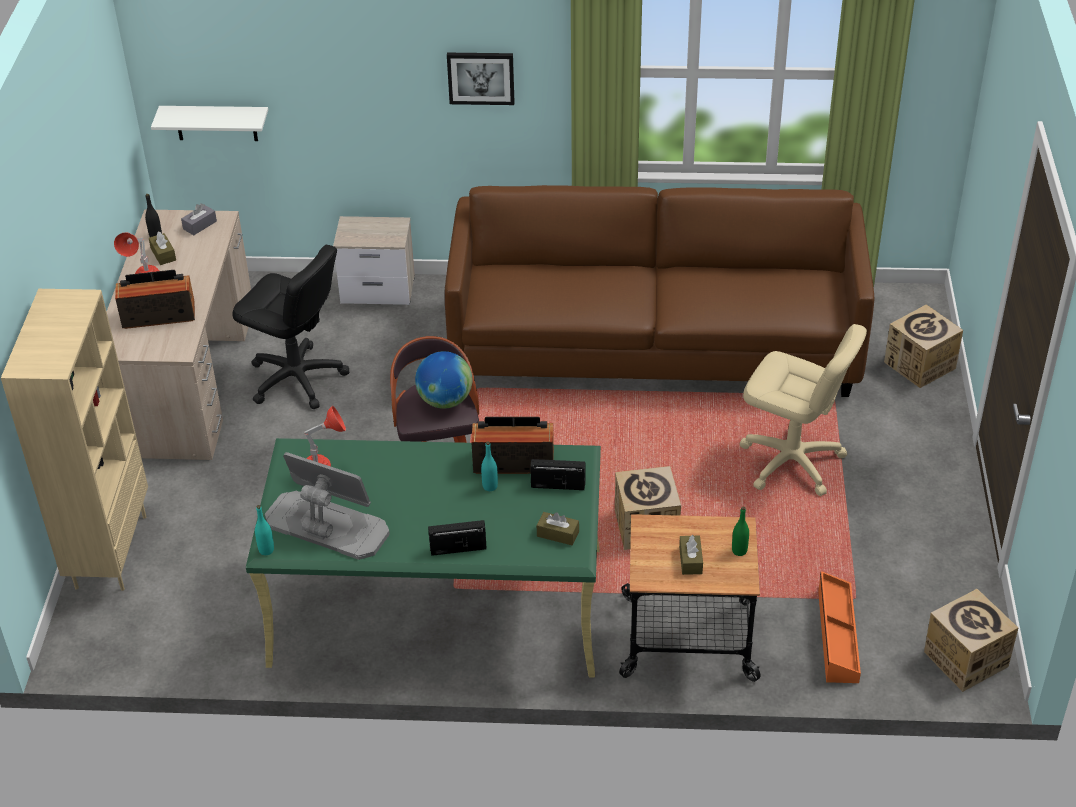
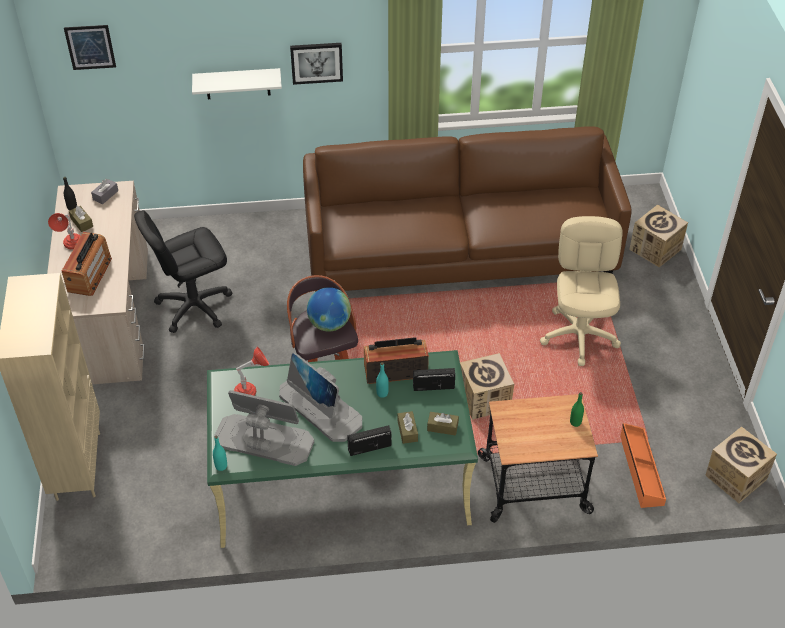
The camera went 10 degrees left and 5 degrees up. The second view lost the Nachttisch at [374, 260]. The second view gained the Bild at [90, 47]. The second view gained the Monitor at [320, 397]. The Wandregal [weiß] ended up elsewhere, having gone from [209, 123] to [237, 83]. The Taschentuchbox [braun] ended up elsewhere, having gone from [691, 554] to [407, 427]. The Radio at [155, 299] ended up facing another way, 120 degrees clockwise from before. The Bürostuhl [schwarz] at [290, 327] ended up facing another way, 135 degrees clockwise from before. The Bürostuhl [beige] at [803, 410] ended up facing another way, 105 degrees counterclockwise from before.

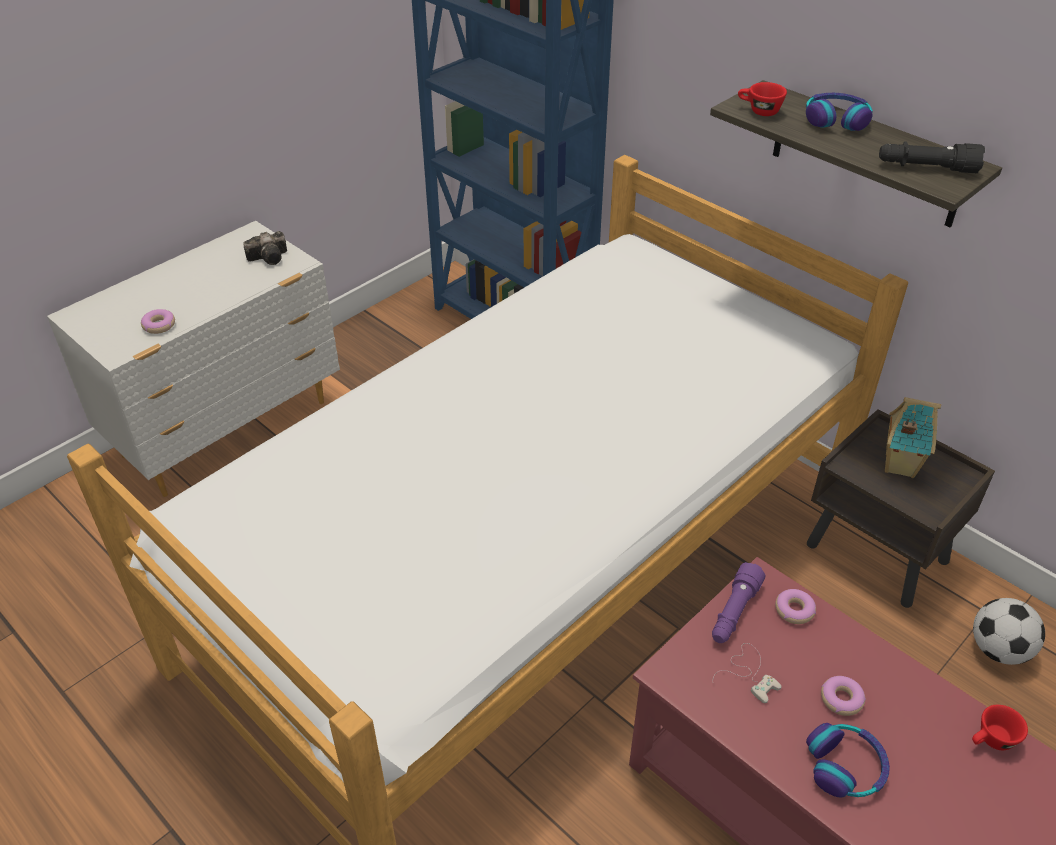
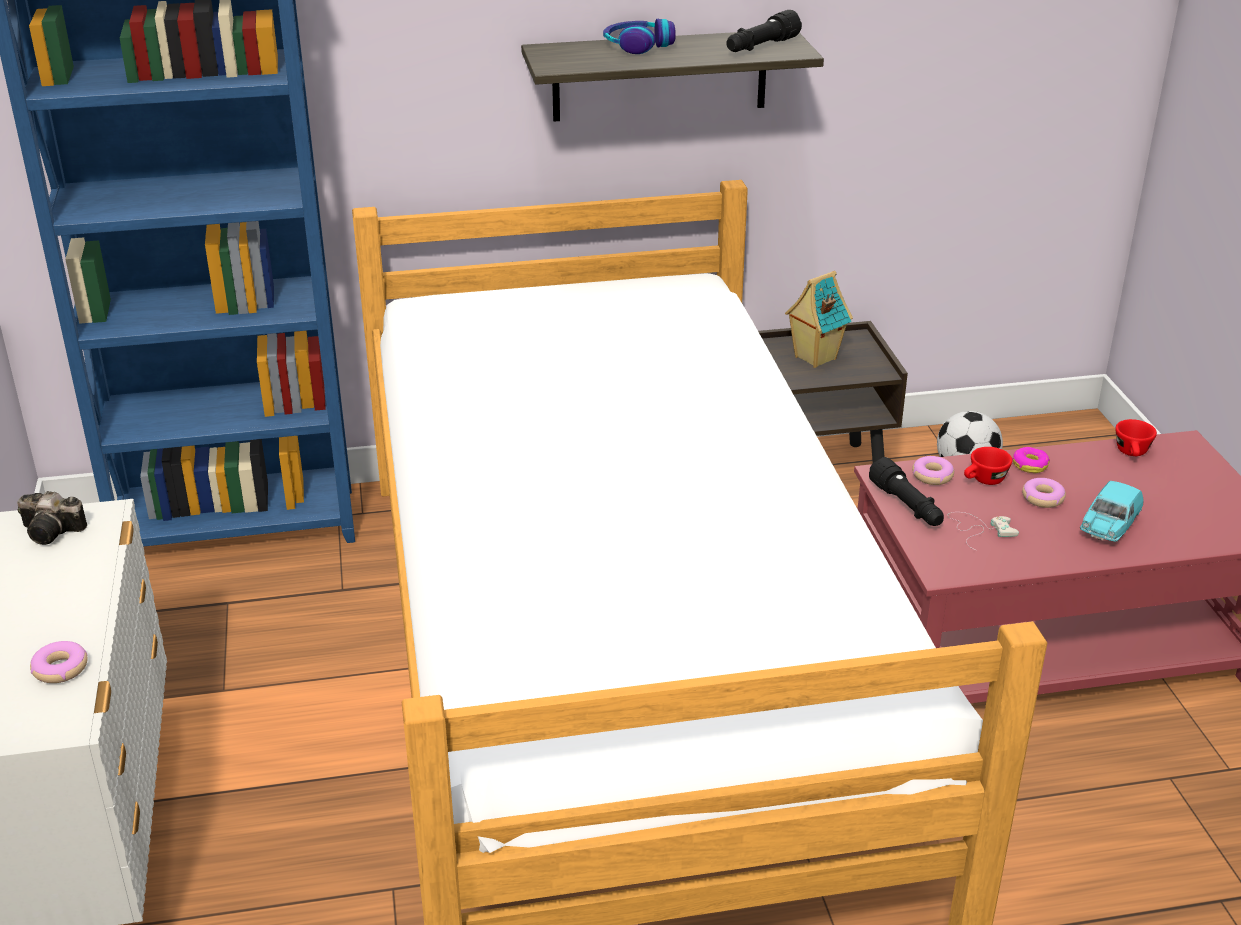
The camera went 55 degrees left and 10 degrees down. The second view gained the Donut at [1031, 460]. The Tasse [rot] ended up elsewhere, having gone from [762, 99] to [988, 466]. Where the Kopfhörer stood at [848, 760], the Spielzeugauto [türkis] came to stand at [1112, 511]. What was the Taschenlampe [lila] at [738, 602] turned into the Taschenlampe [schwarz] at [906, 491]. The Kamera at [265, 248] ended up facing another way, 90 degrees clockwise from before.

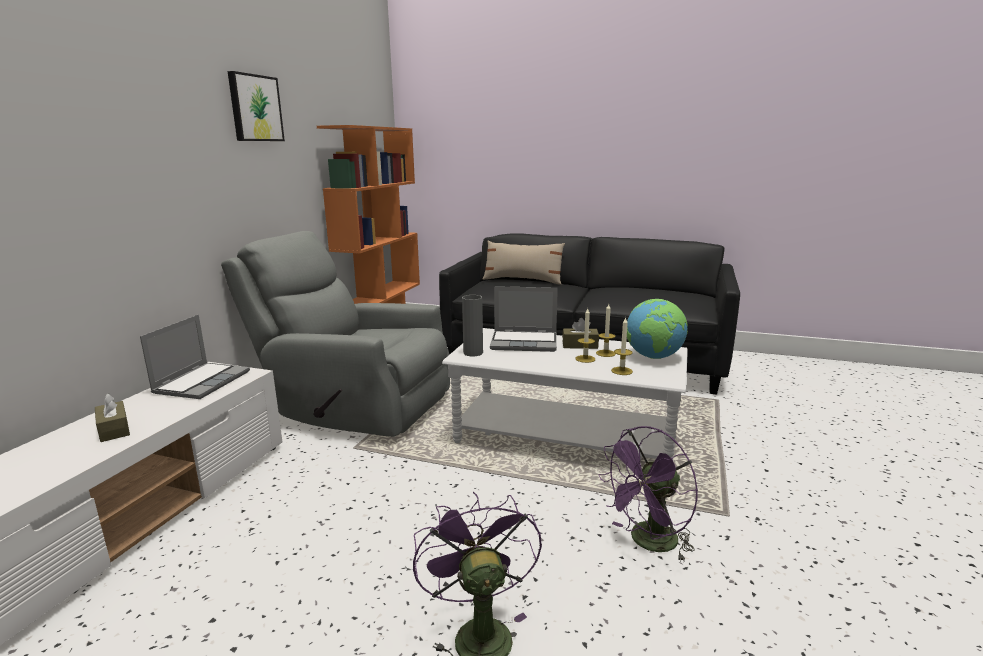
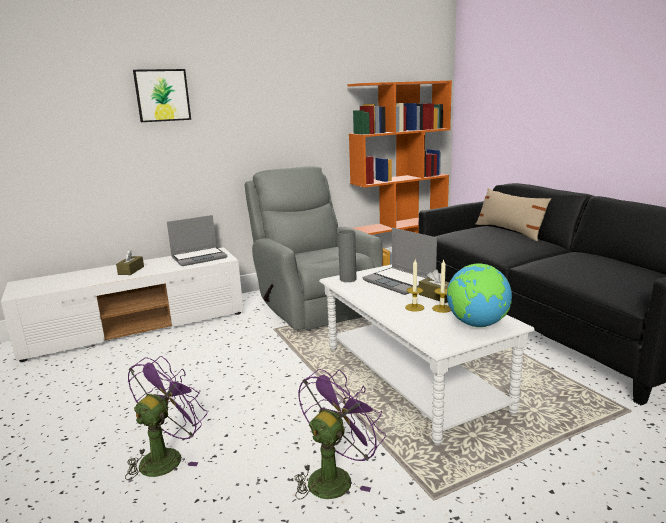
The camera went 45 degrees right and 0 degrees up. The second view lost the Kerze at [622, 346]. The Bild ended up elsewhere, having gone from [256, 106] to [162, 95]. The Ventilator [lila] at [648, 494] ended up facing another way, 120 degrees clockwise from before.

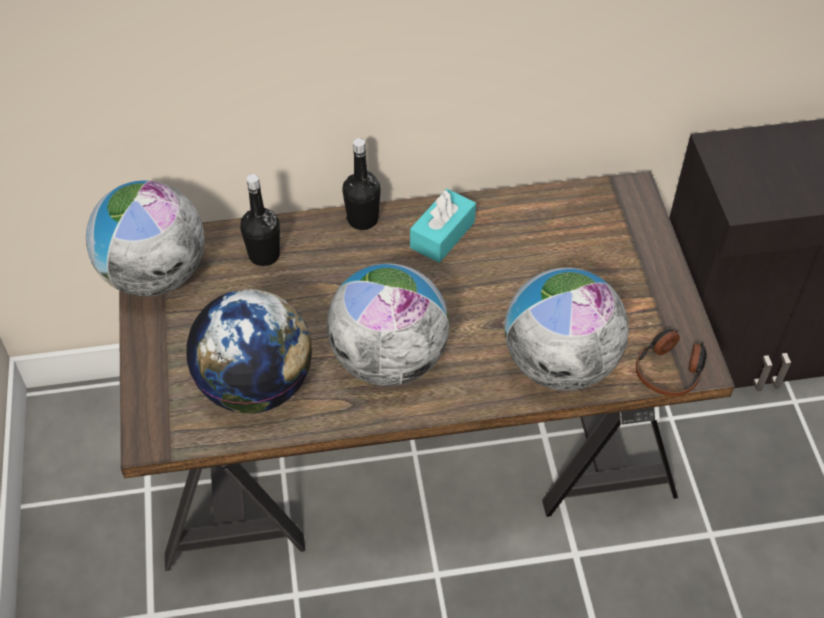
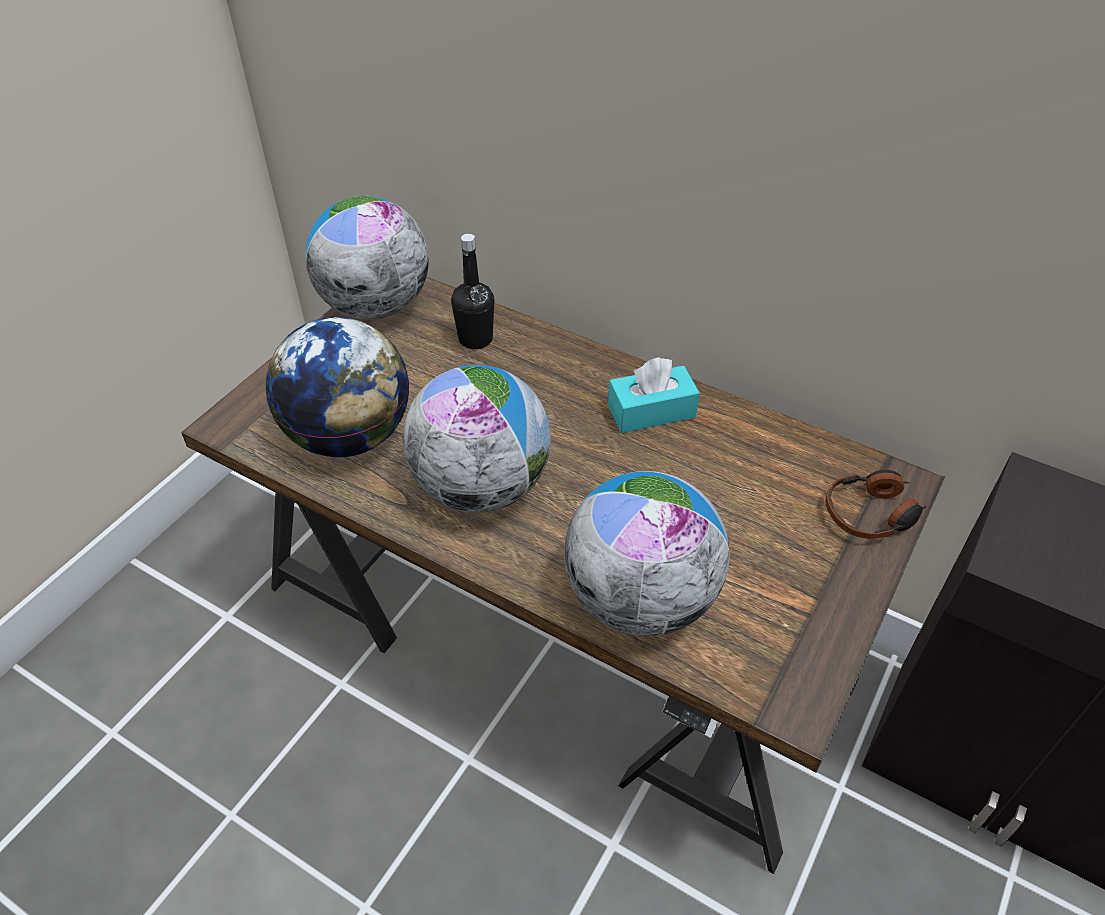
The camera went 40 degrees right and 5 degrees down. The second view lost the Flasche [schwarz] at [361, 184]. The Kopfhörer ended up elsewhere, having gone from [671, 363] to [876, 504].

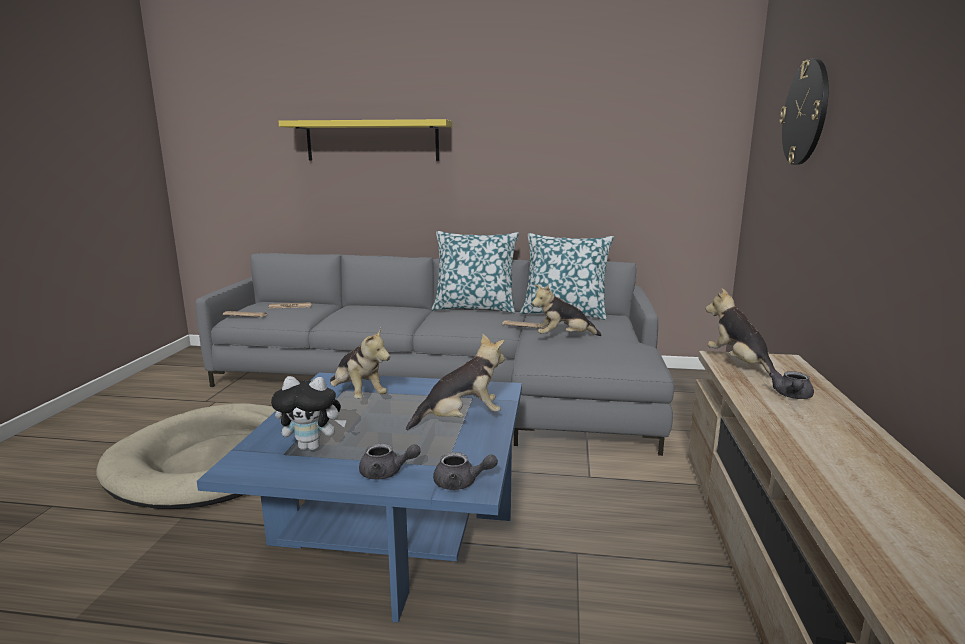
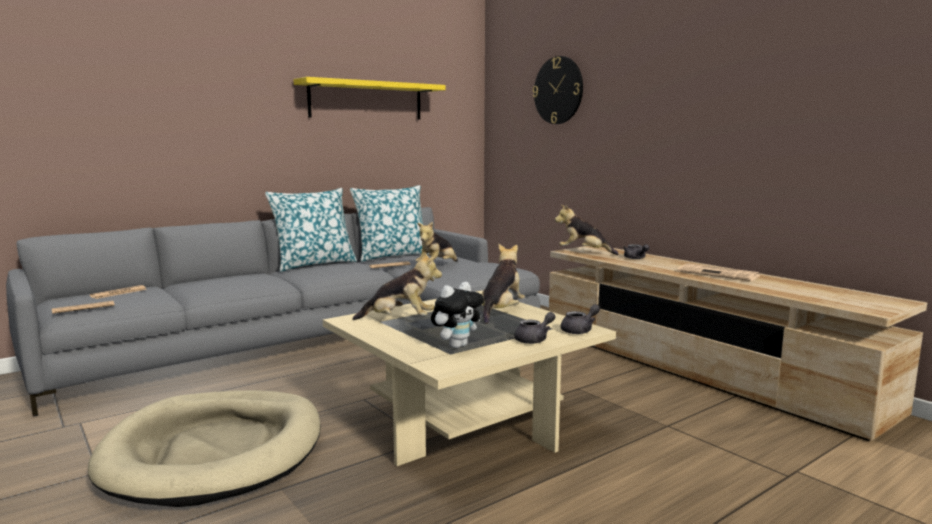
The camera went 45 degrees left and 5 degrees down. The second view gained the Zeitung at [719, 272]. The Wandregal [gelb] ended up elsewhere, having gone from [366, 140] to [369, 98]. What was the Couchtisch [blau] at [359, 497] turned into the Couchtisch [beige] at [469, 378].

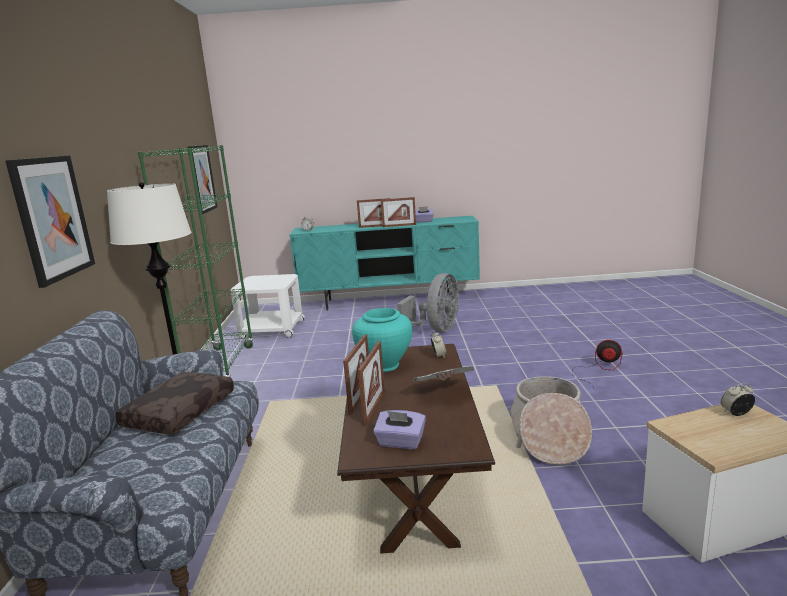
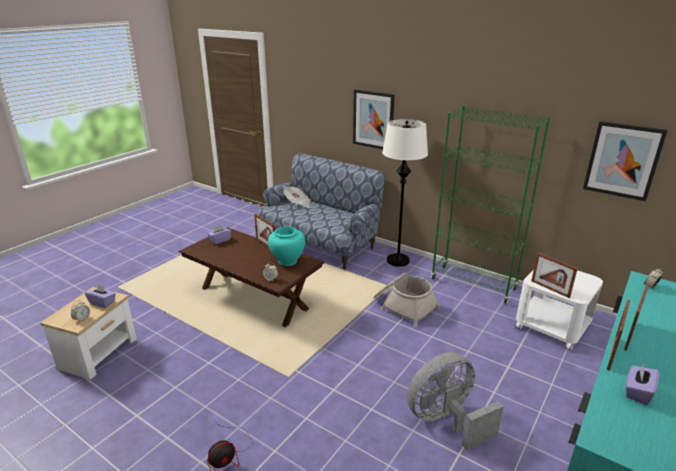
The camera went 125 degrees right and 10 degrees up. The second view lost the Kissen [braun] at [174, 403]. The second view gained the Taschentuchbox [lila] at [100, 296]. The Bilderrahmen ended up elsewhere, having gone from [371, 383] to [554, 275]. The Zeitung ended up elsewhere, having gone from [443, 374] to [297, 197]. The Korb ended up elsewhere, having gone from [550, 420] to [406, 300]. The Ventilator [grau] at [428, 302] ended up facing another way, 90 degrees clockwise from before.

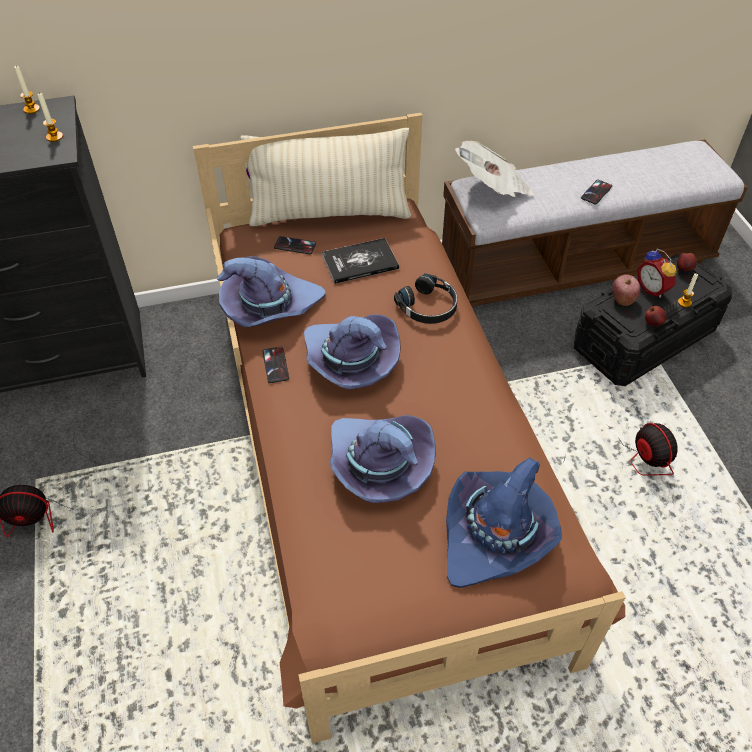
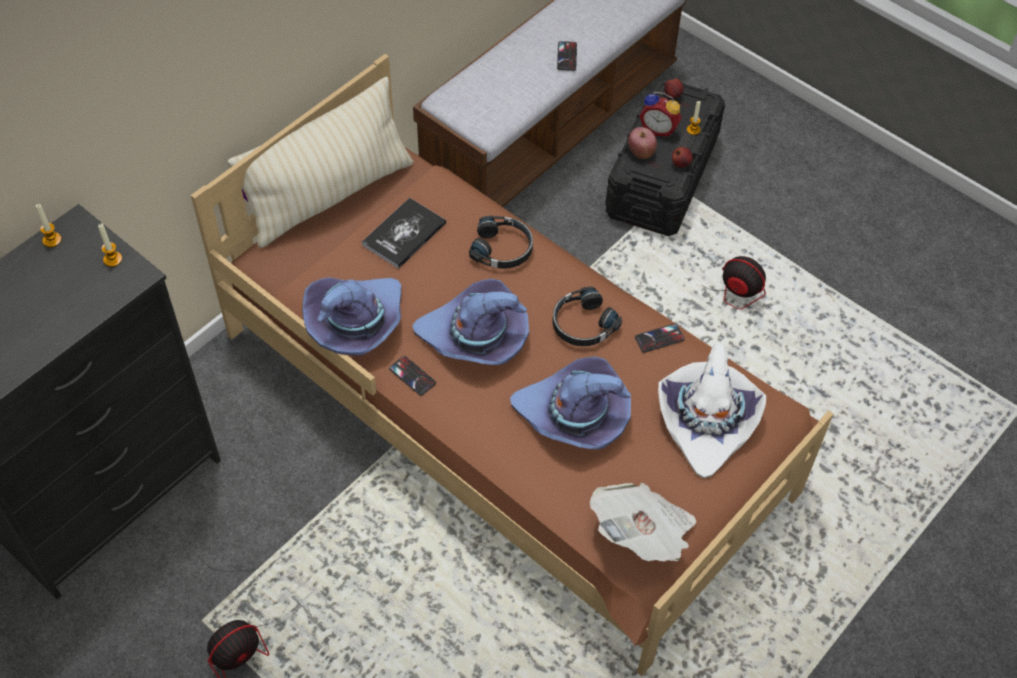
The camera went 35 degrees left and 5 degrees up. The second view gained the Kopfhörer [schwarz] at [587, 316]. The Handy ended up elsewhere, having gone from [295, 245] to [660, 338]. The Zeitung ended up elsewhere, having gone from [494, 169] to [643, 522]. What was the Hut [blau] at [504, 522] turned into the Hut [weiß] at [712, 411].

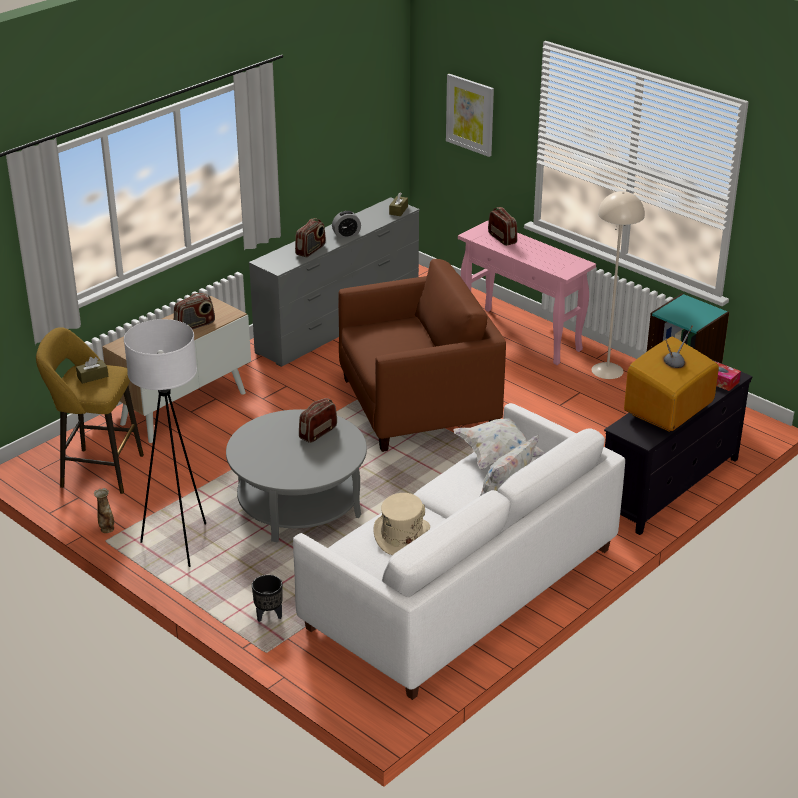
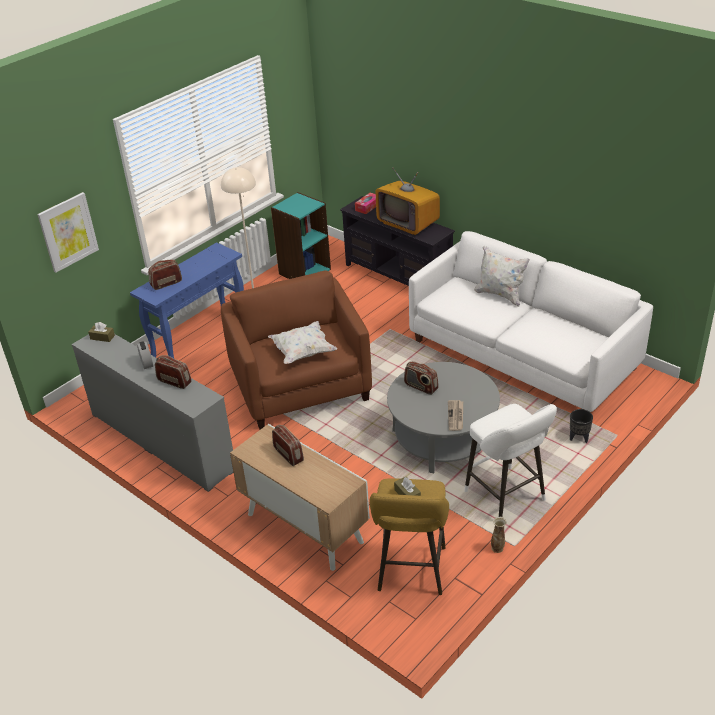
The camera went 90 degrees left and 5 degrees up. The second view lost the Hut [beige] at [402, 524]. The second view gained the Zeitung at [455, 415]. The Kissen [weiß] ended up elsewhere, having gone from [499, 444] to [302, 342]. Where the Stehlampe [weiß] stood at [165, 443], the Hocker [weiß] came to stand at [510, 460]. What was the Konsolentisch [rosa] at [527, 293] turned into the Konsolentisch [blau] at [187, 300].

